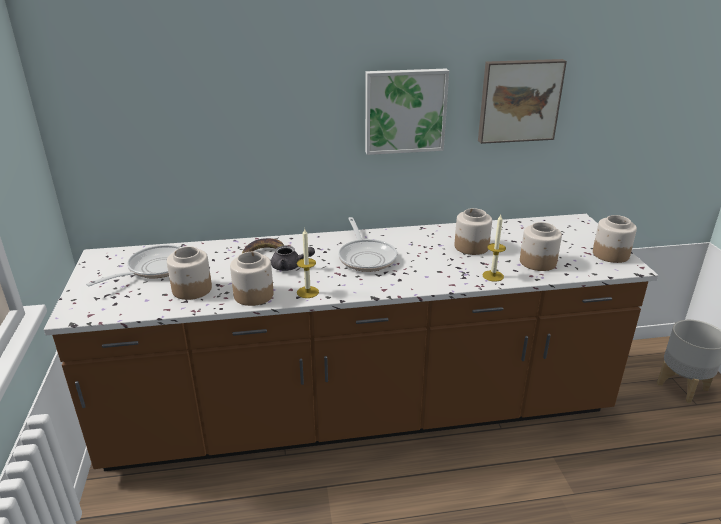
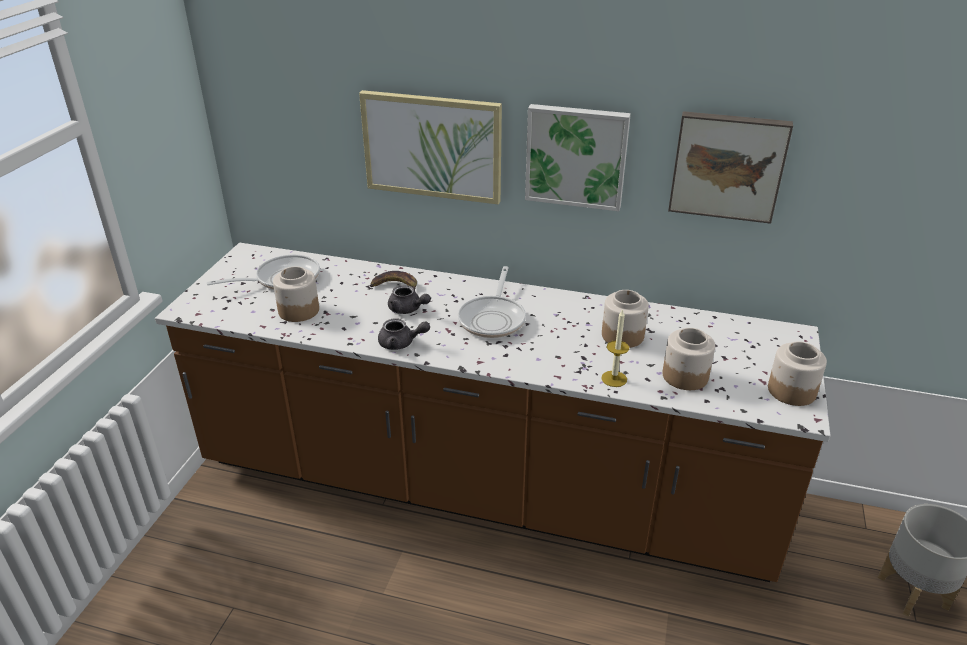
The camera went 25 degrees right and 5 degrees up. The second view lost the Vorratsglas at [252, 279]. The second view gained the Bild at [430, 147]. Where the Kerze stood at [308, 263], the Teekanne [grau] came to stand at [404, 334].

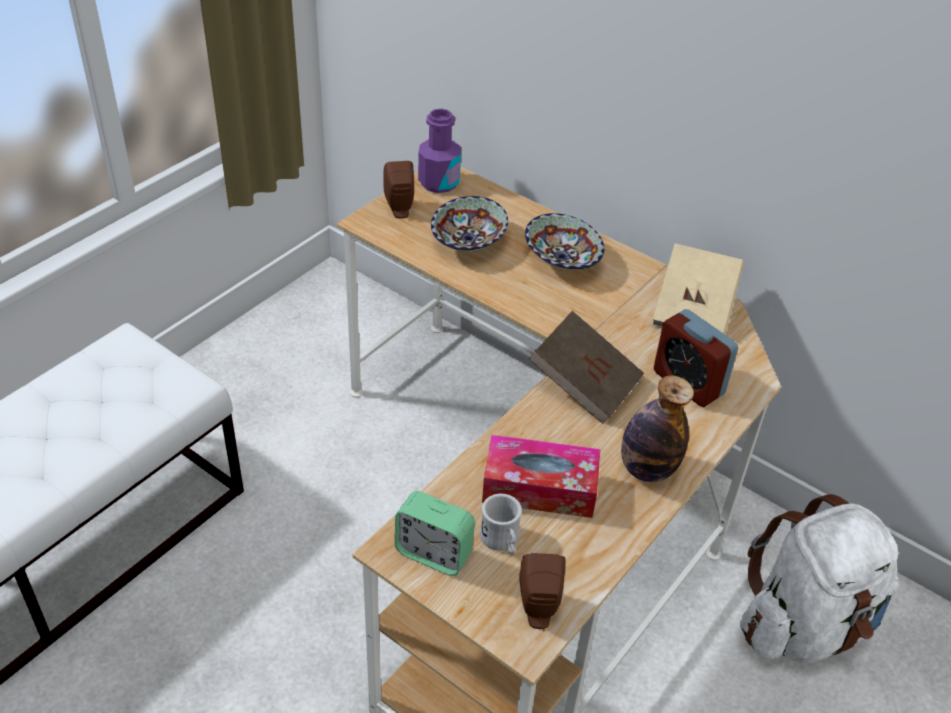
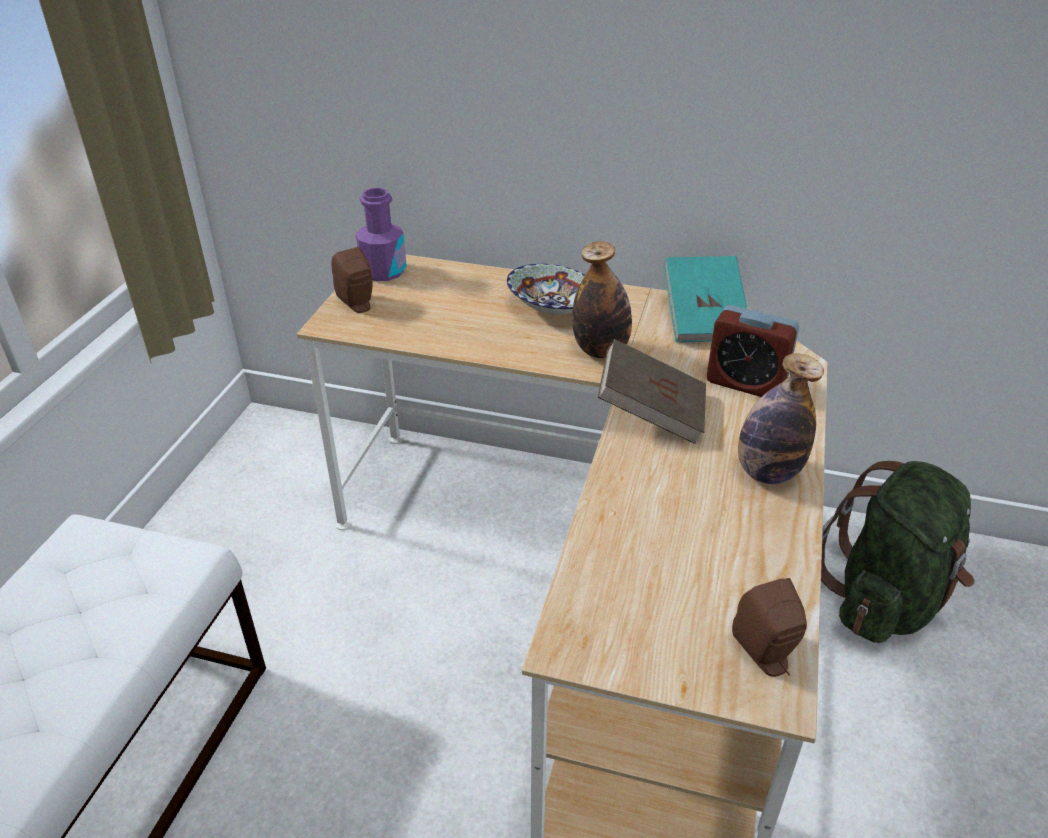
The camera went 20 degrees left and 5 degrees down. The second view lost the Wecker at [435, 533]. The second view lost the Schüssel at [469, 224]. The second view lost the Henkelbecher [weiß] at [501, 524]. The second view lost the Taschentuchbox at [541, 476]. The second view gained the Flasche at [602, 299]. What was the Buch [beige] at [698, 288] turned into the Buch [türkis] at [705, 299]. What was the Rucksack [weiß] at [819, 578] turned into the Rucksack [grün] at [898, 552].

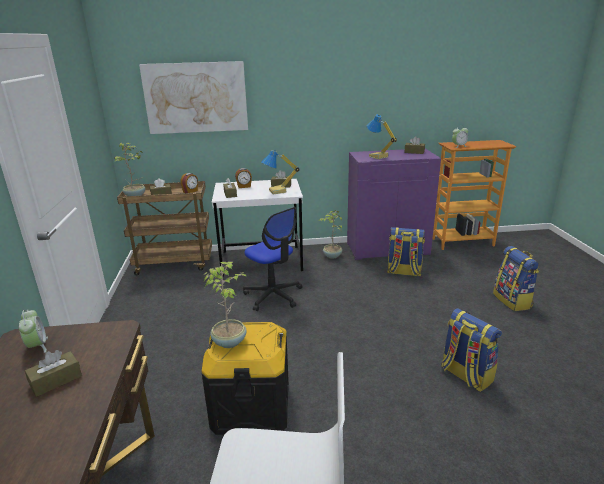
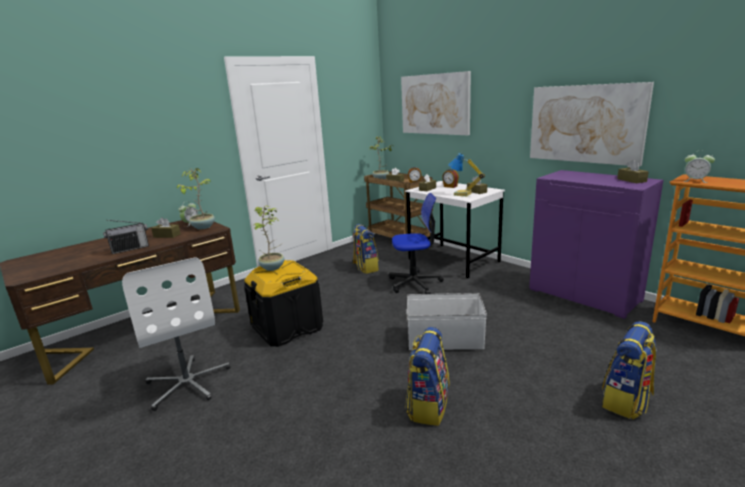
The camera went 55 degrees right and 5 degrees down. The second view lost the Tischlampe at [381, 136]. The second view gained the Radio at [126, 237]. The second view gained the Aufbewahrungsbox [weiß] at [447, 321]. The second view gained the Bild at [592, 124]. The Topfpflanze ended up elsewhere, having gone from [330, 234] to [196, 198]. The Rucksack ended up elsewhere, having gone from [406, 251] to [366, 249]. The Bürostuhl at [272, 259] ended up facing another way, 105 degrees counterclockwise from before.

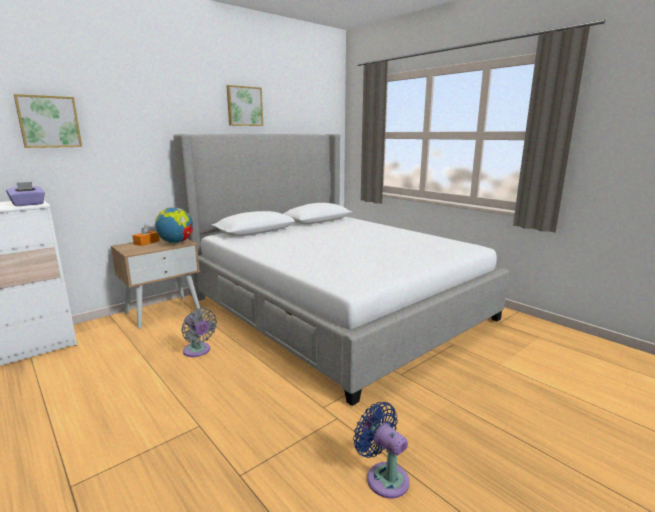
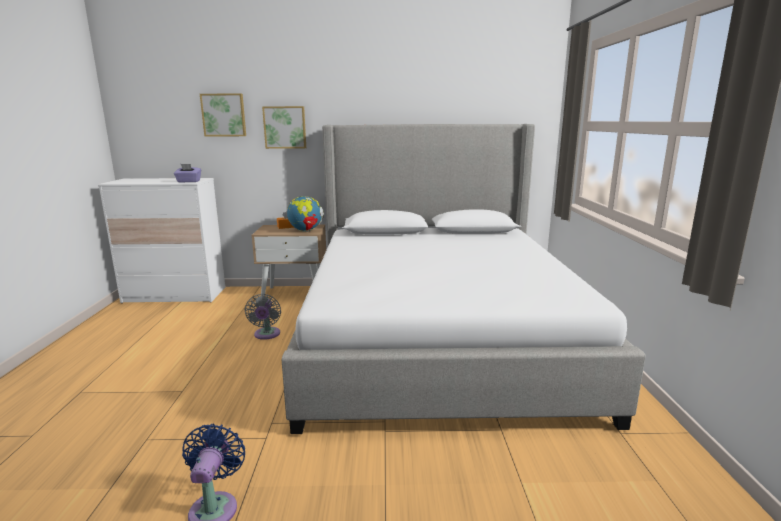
The camera went 40 degrees right and 0 degrees up. The Bild ended up elsewhere, having gone from [244, 105] to [284, 127].

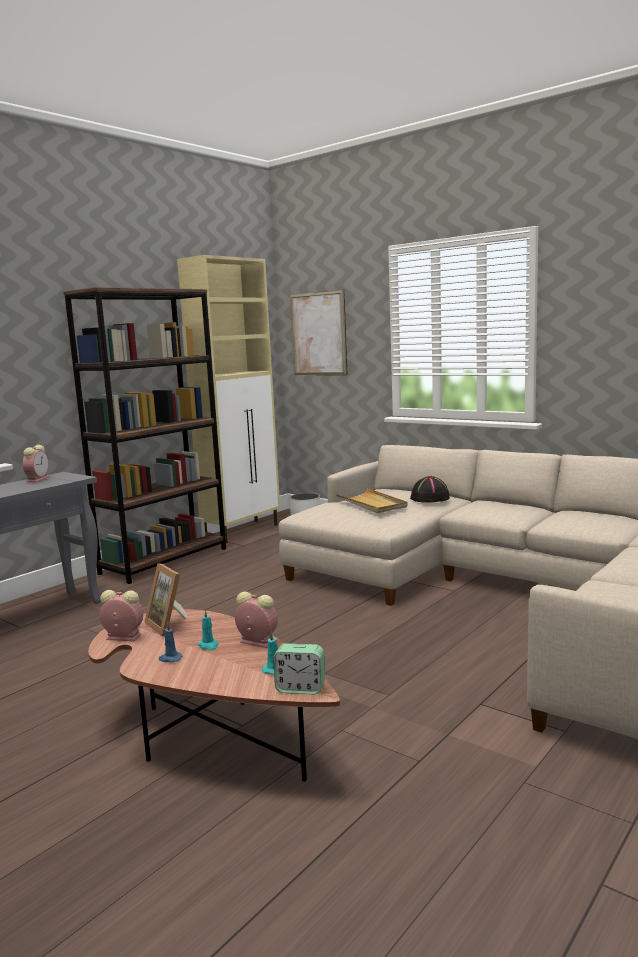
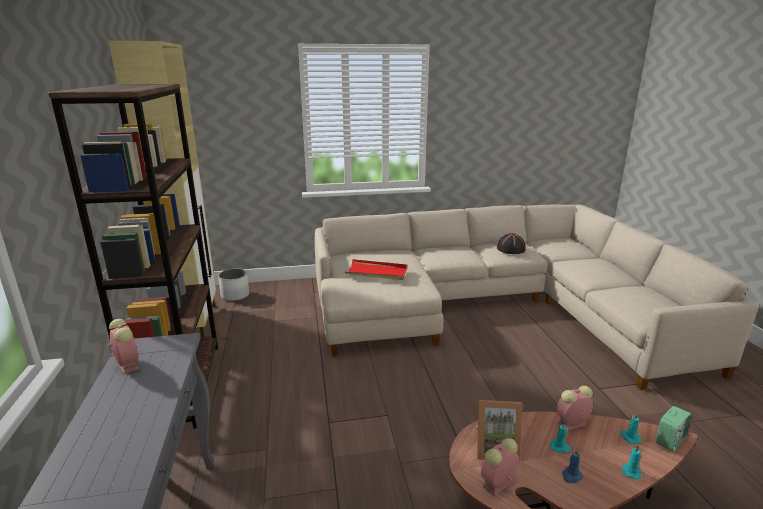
The camera went 50 degrees left and 10 degrees up. The second view lost the Bild at [319, 332]. The second view gained the Kerze [türkis] at [631, 462]. The Hut [schwarz] ended up elsewhere, having gone from [430, 489] to [511, 243]. What was the Tablett [beige] at [372, 500] turned into the Tablett [rot] at [376, 269].

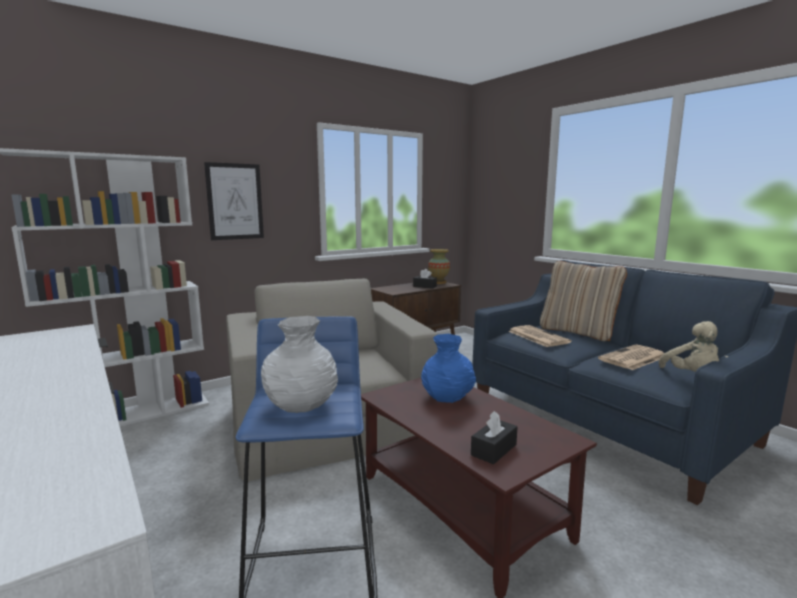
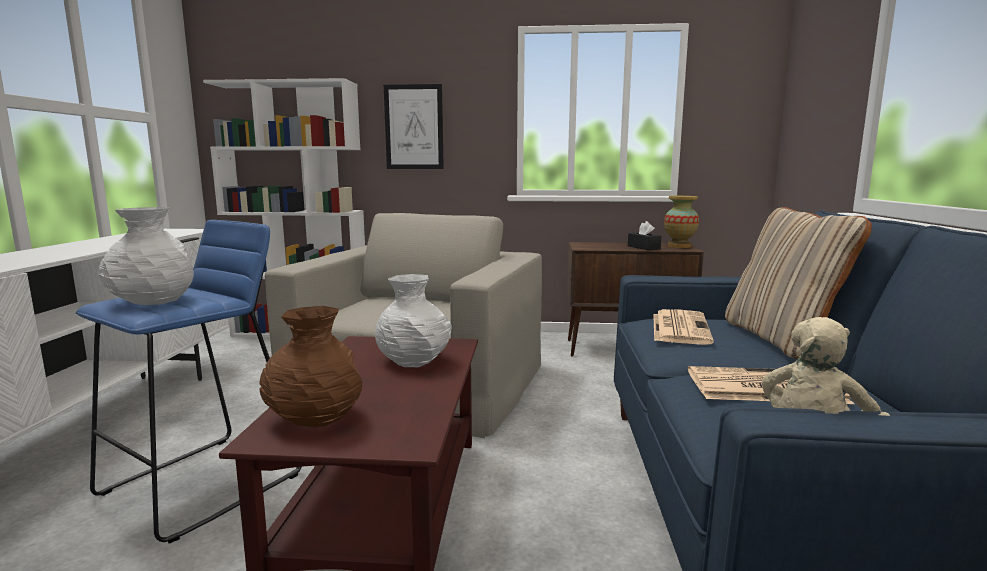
The camera went 40 degrees right and 0 degrees up. Where the Taschentuchbox [schwarz] stood at [494, 438], the Vase [braun] came to stand at [310, 366]. What was the Vase [blau] at [448, 368] turned into the Vase [weiß] at [413, 320].

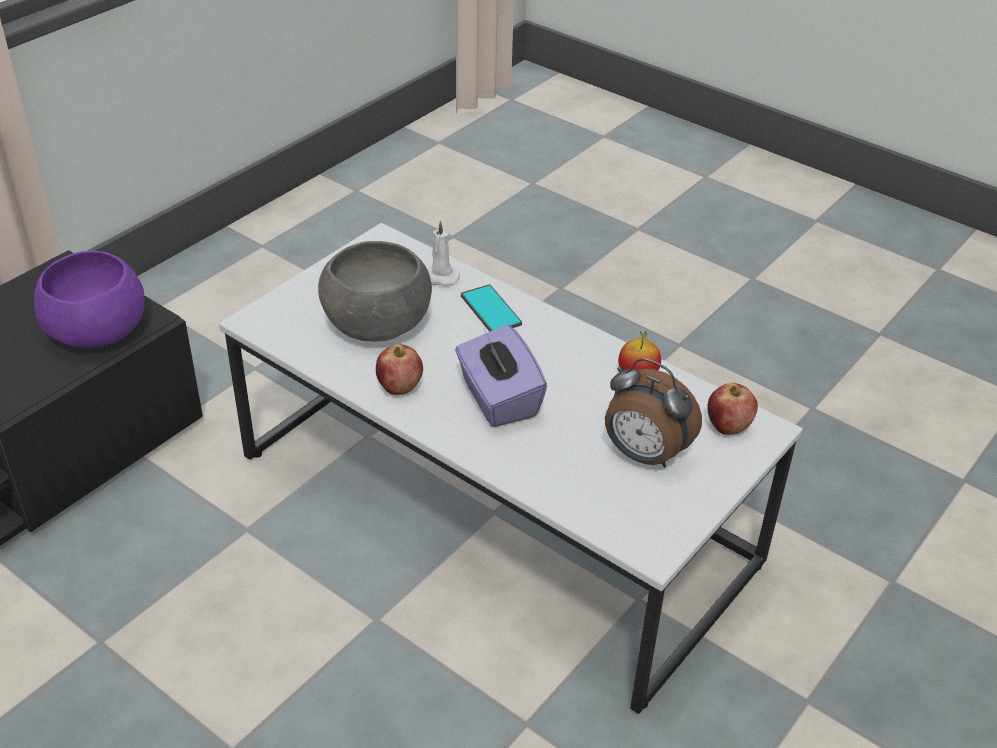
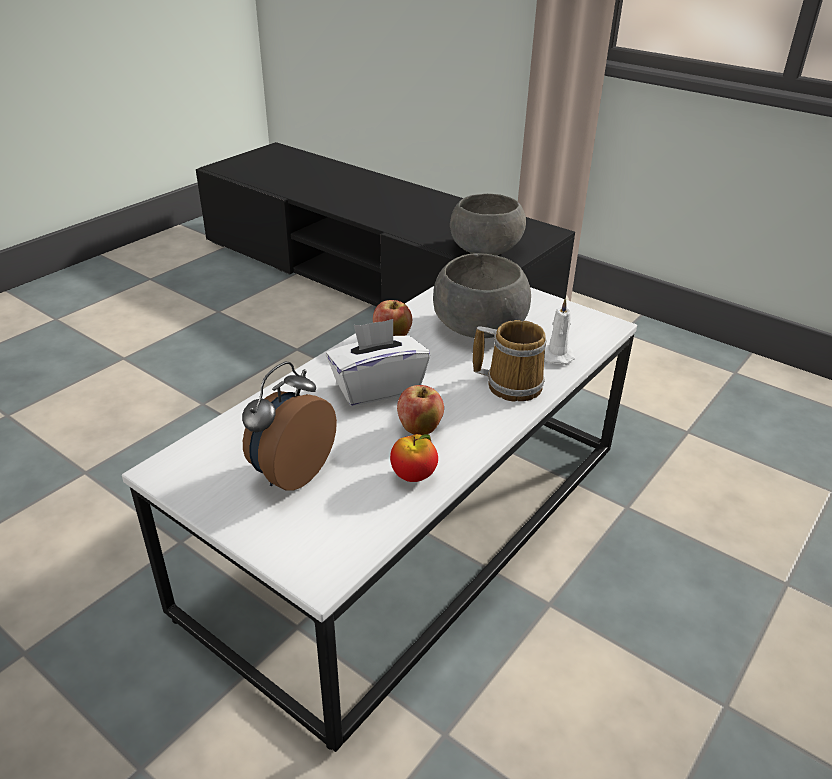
The camera went 90 degrees right and 5 degrees down. The Apfel ended up elsewhere, having gone from [733, 409] to [420, 410]. Where the Handy stood at [491, 308], the Henkelbecher came to stand at [510, 361]. What was the Schüssel [lila] at [89, 299] turned into the Schüssel [grau] at [488, 225]. What was the Taschentuchbox [lila] at [501, 375] turned into the Taschentuchbox [weiß] at [378, 362].

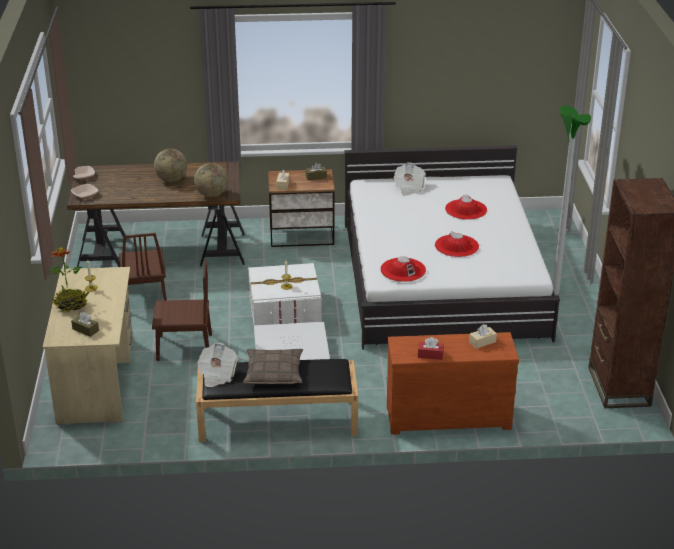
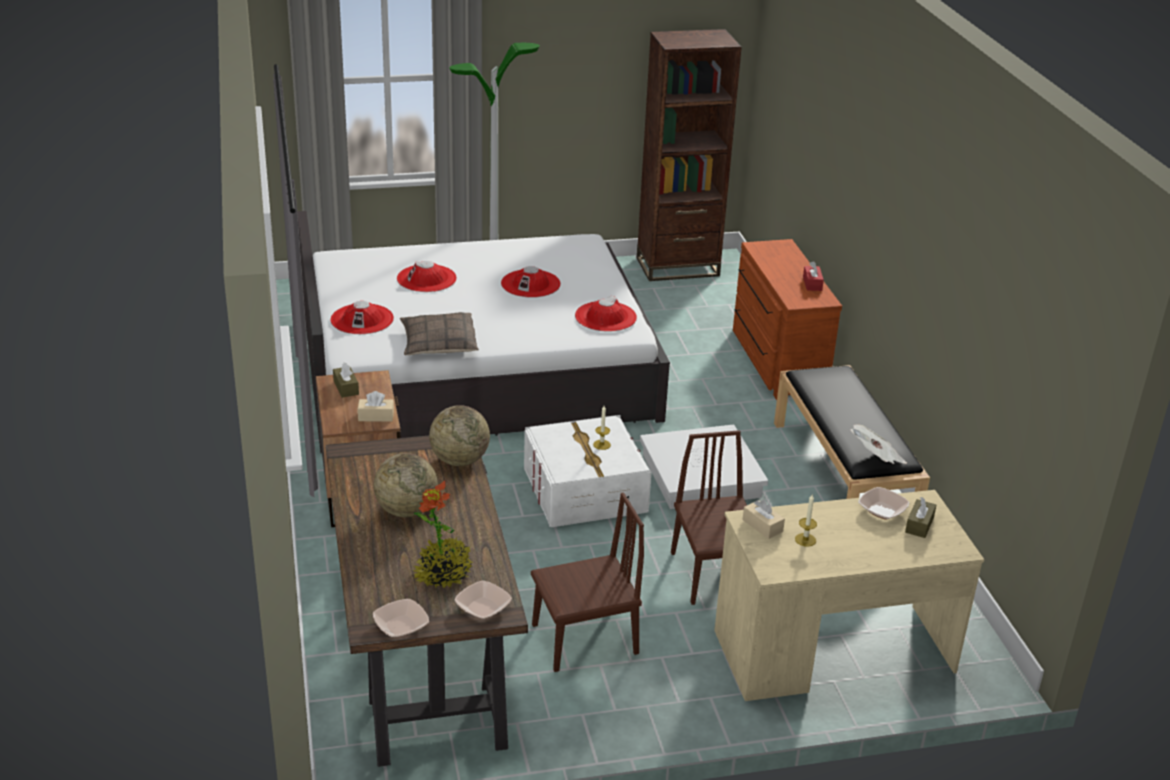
The camera went 100 degrees left and 0 degrees up. The second view gained the Schüssel at [884, 503]. The Topfpflanze ended up elsewhere, having gone from [68, 280] to [443, 534]. The Kissen ended up elsewhere, having gone from [273, 366] to [439, 333]. The Taschentuchbox [beige] ended up elsewhere, having gone from [483, 336] to [763, 519]. Where the Zeitung stood at [409, 179], the Hut [rot] came to stand at [362, 317].

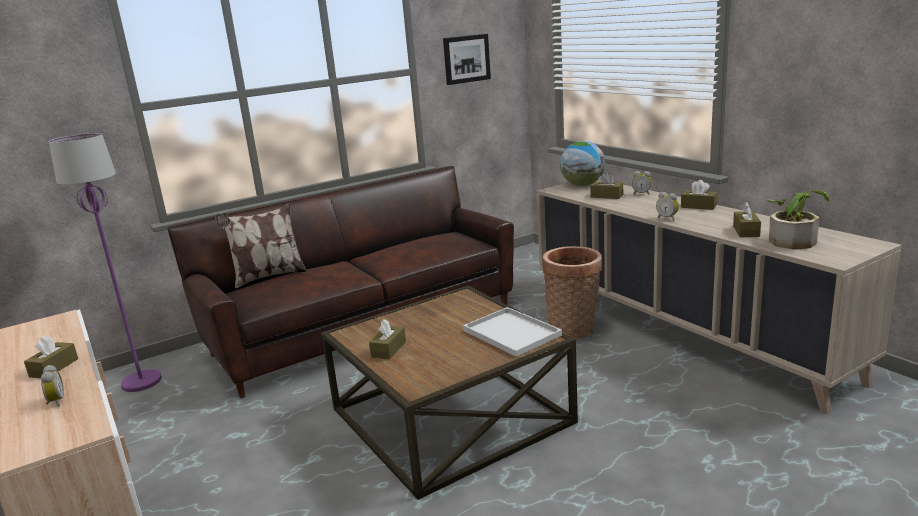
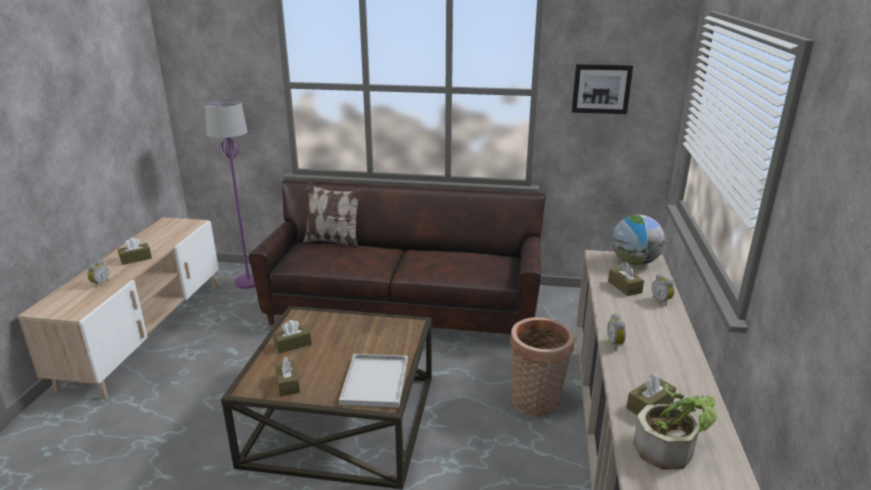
The camera went 40 degrees right and 5 degrees up. The Taschentuchbox [braun] ended up elsewhere, having gone from [699, 195] to [287, 376].

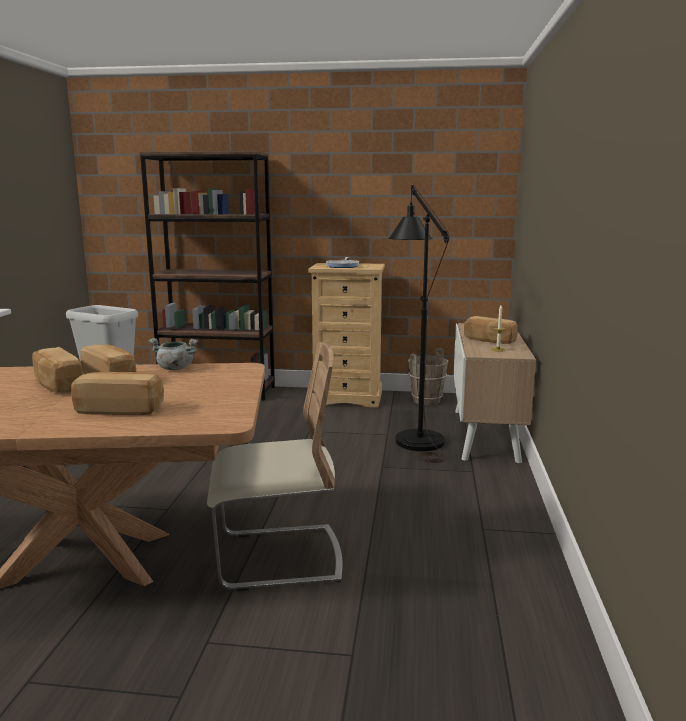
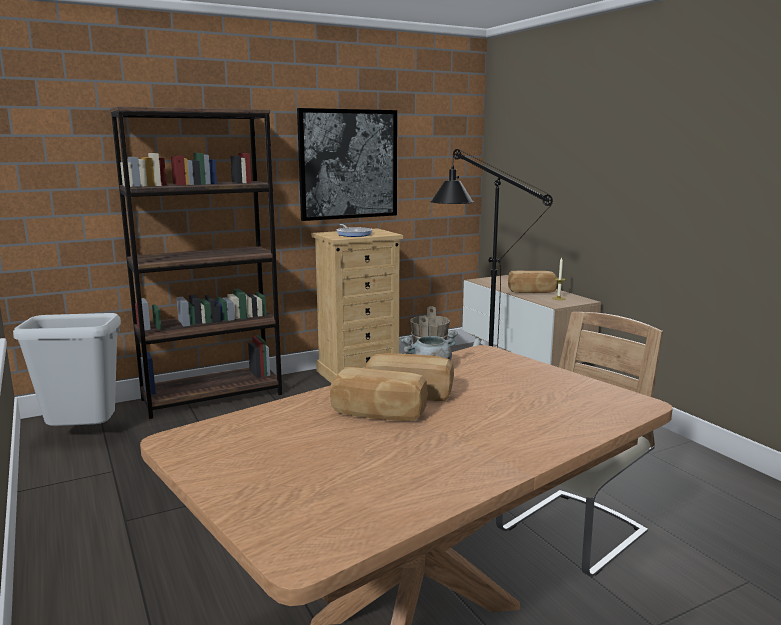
The camera went 35 degrees left and 0 degrees up. The second view lost the Brot at [117, 393]. The second view gained the Bild at [347, 164].

